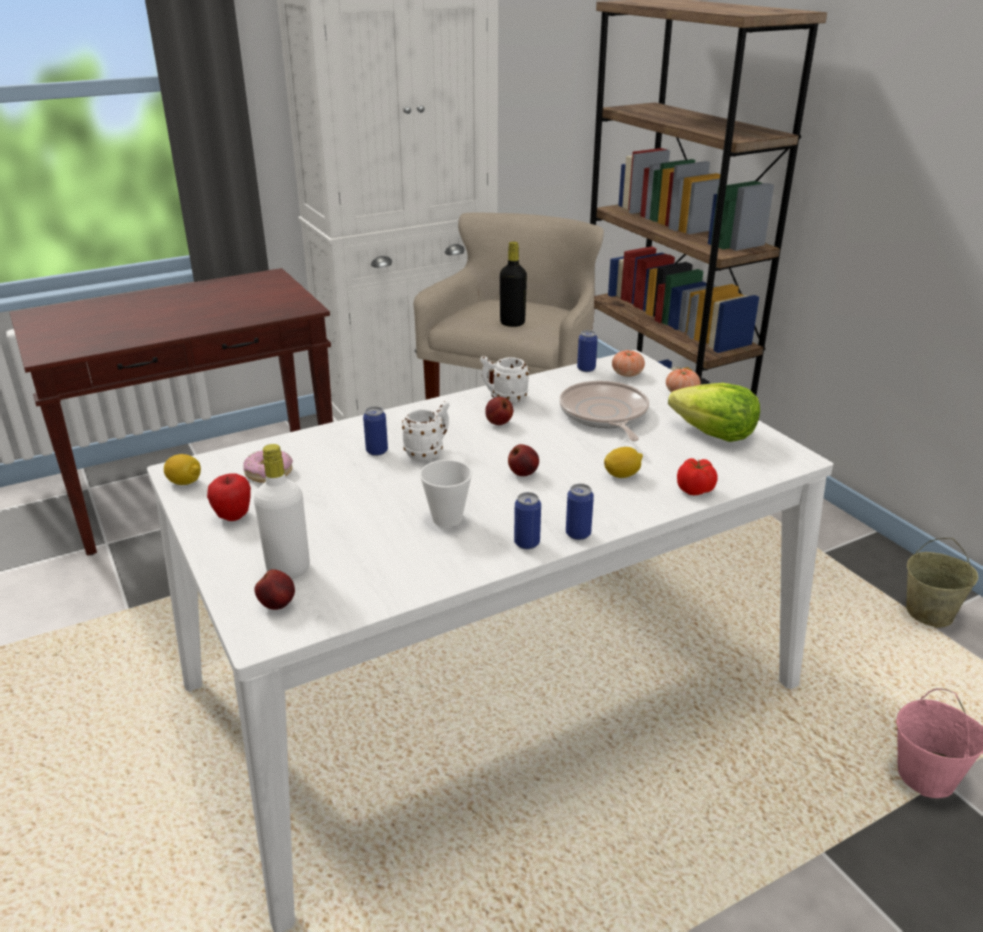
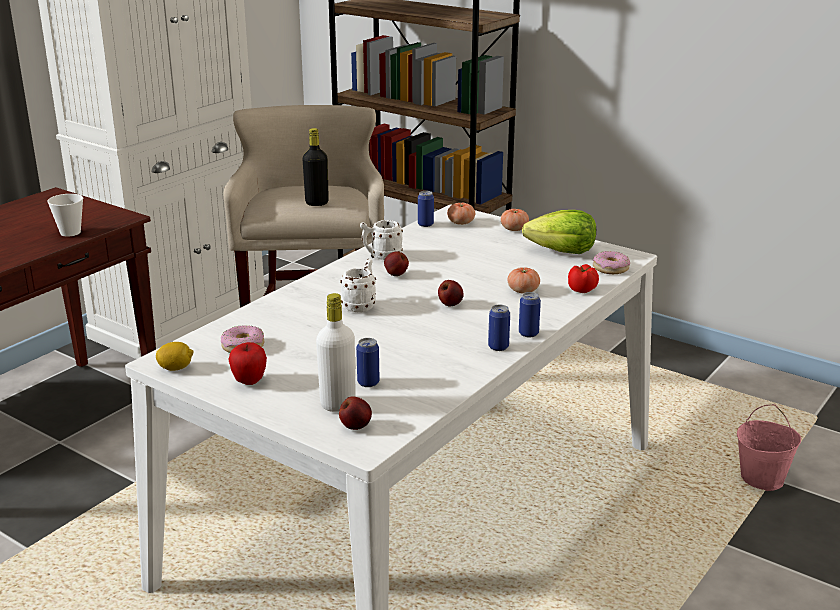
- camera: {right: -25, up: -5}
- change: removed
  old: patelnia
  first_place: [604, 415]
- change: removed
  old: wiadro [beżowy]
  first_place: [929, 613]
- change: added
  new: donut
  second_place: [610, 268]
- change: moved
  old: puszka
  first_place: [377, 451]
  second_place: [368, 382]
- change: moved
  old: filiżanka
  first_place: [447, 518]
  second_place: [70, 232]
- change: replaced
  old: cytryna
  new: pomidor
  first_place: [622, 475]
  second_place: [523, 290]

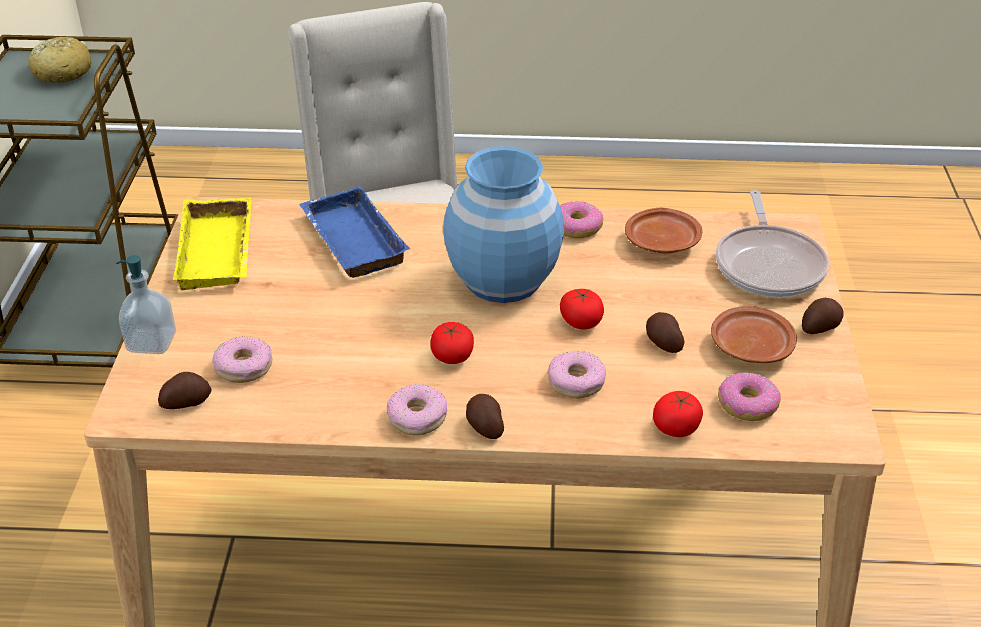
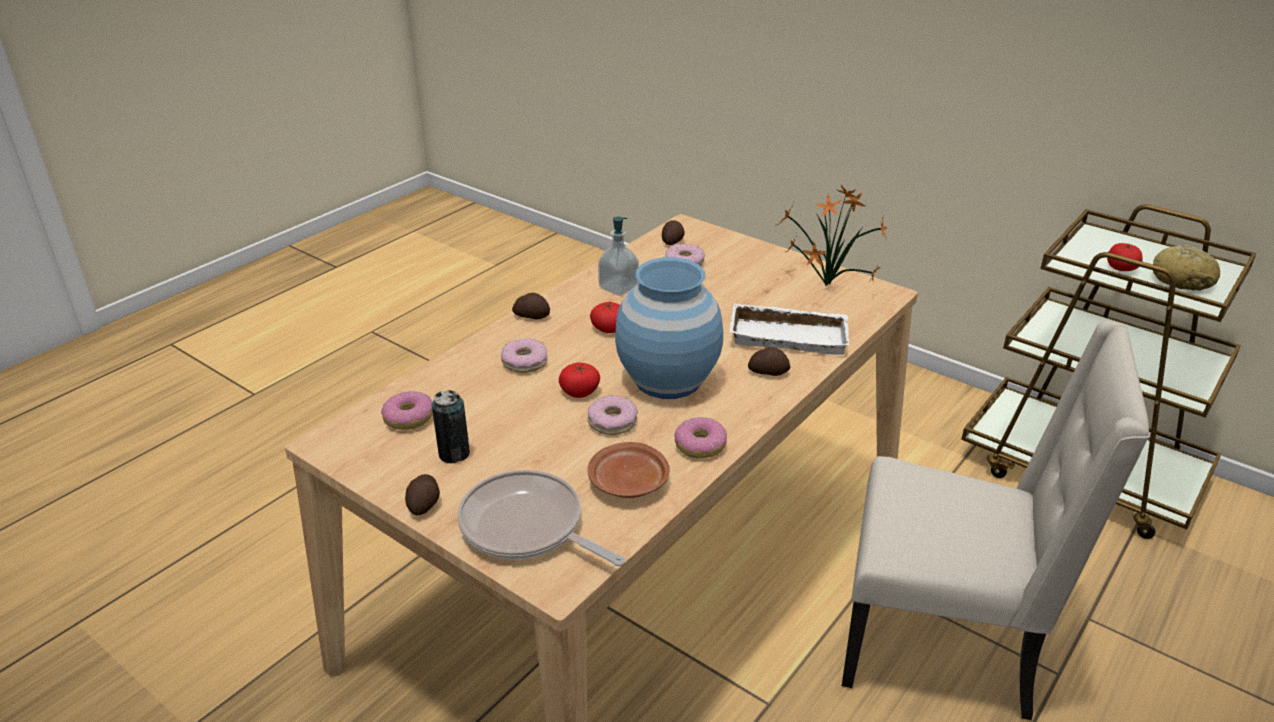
- camera: {right: 125, up: -5}
- change: moved
  old: dozownik mydła
  first_place: [151, 342]
  second_place: [618, 288]
- change: moved
  old: donut
  first_place: [417, 417]
  second_place: [612, 422]
- change: moved
  old: ziemniak
  first_place: [662, 343]
  second_place: [768, 371]
- change: moved
  old: pomidor
  first_place: [676, 427]
  second_place: [1121, 267]
- change: replaced
  old: taca [żółty]
  new: roślina doniczkowa
  first_place: [220, 252]
  second_place: [823, 285]
- change: replaced
  old: talerz [brązowy]
  new: puszka
  first_place: [750, 346]
  second_place: [454, 454]
- change: recoloured
  old: taca [niebieski]
  new: taca [biały]
  first_place: [350, 240]
  second_place: [790, 335]

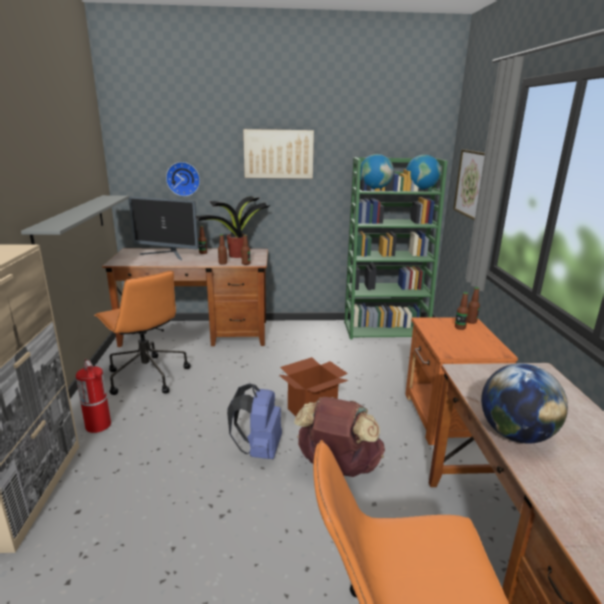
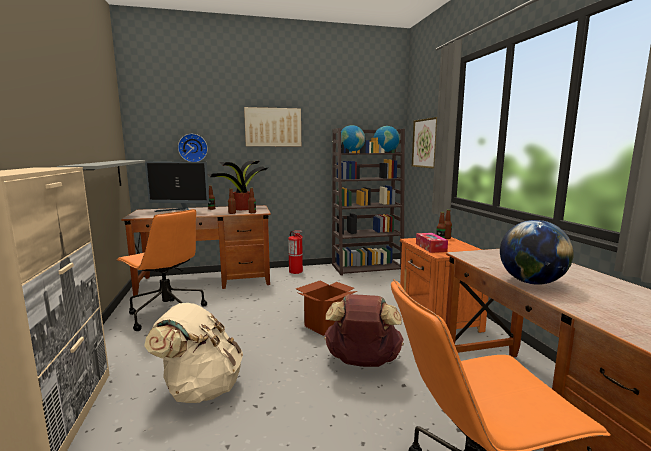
- camera: {right: -10, up: -10}
- change: removed
  old: plecak [niebieski]
  first_place: [259, 450]
- change: added
  new: plecak [beżowy]
  second_place: [200, 389]
- change: added
  new: pudełko chusteczek
  second_place: [430, 247]
- change: moved
  old: gaśnica
  first_place: [98, 425]
  second_place: [296, 271]
- change: recoloured
  old: regał [zielony]
  new: regał [brązowy]
  first_place: [386, 329]
  second_place: [367, 267]

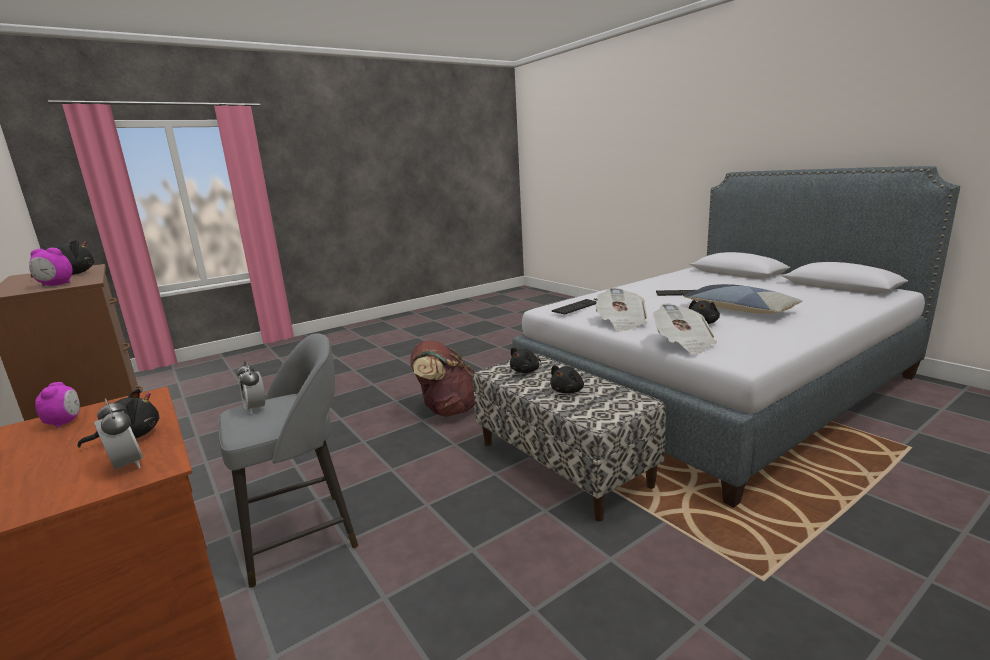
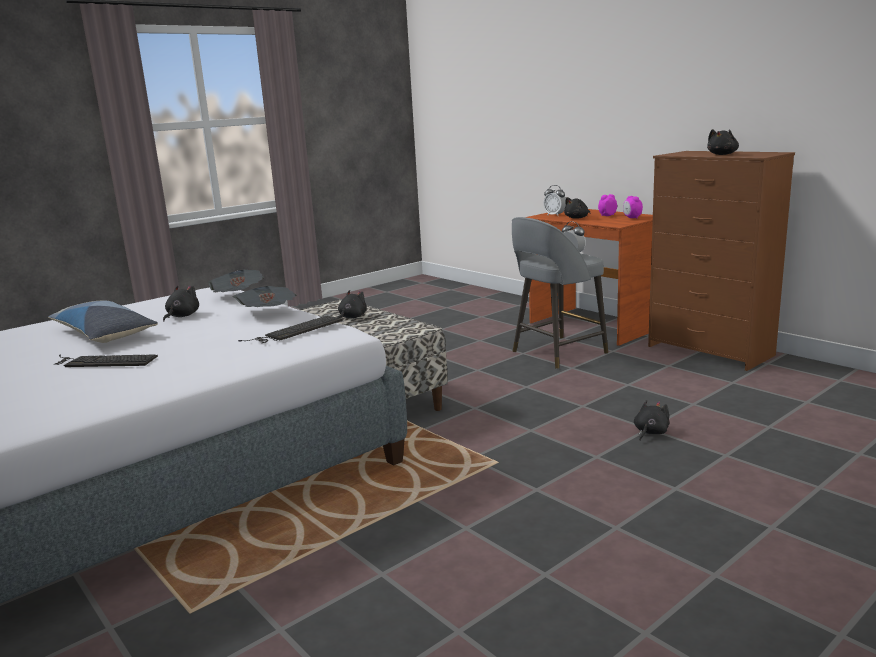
- camera: {right: 175, up: 0}
- change: removed
  old: plecak [brązowy]
  first_place: [448, 410]
- change: moved
  old: budzik
  first_place: [56, 285]
  second_place: [607, 215]
- change: moved
  old: pluszak [czarny]
  first_place: [526, 371]
  second_place: [650, 432]

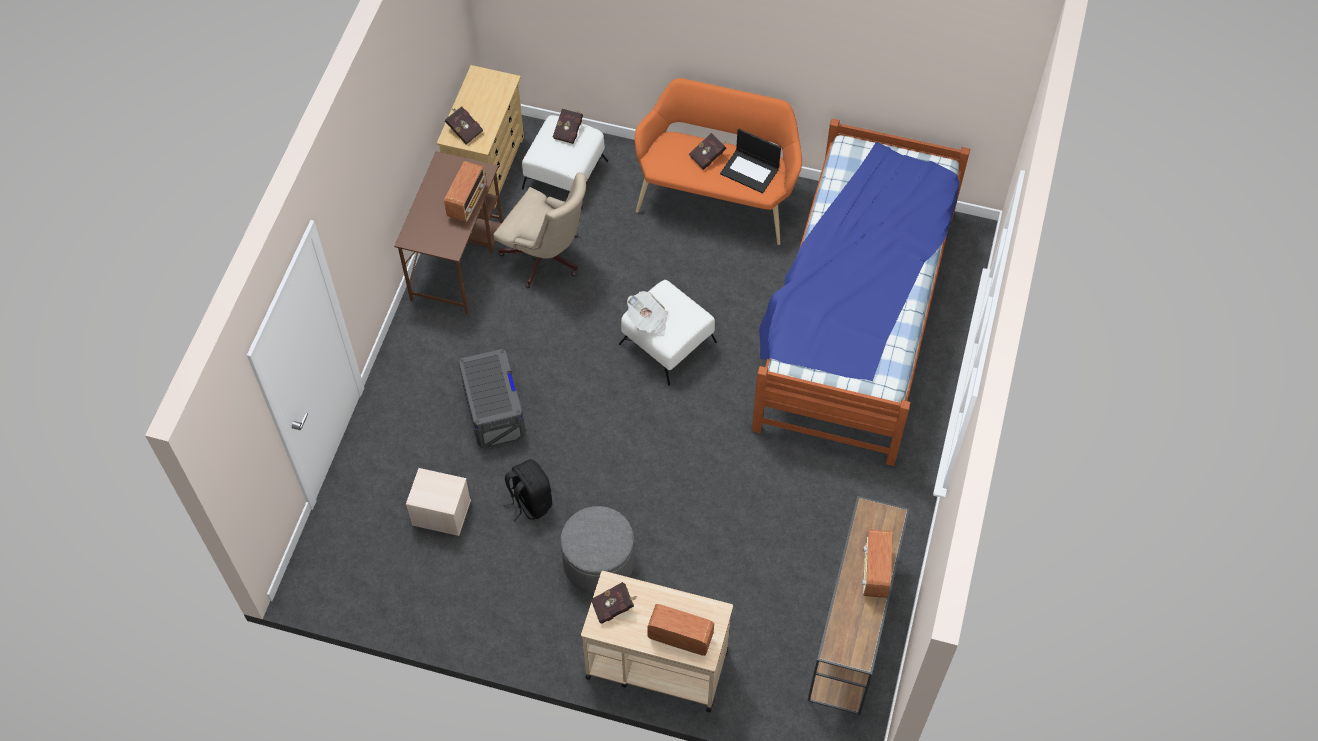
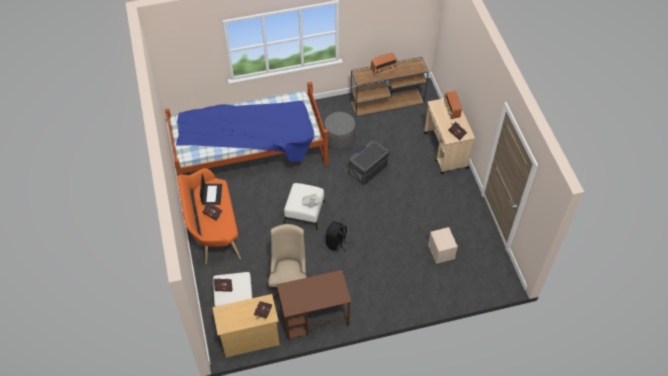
- camera: {right: -120, up: -5}
- change: removed
  old: radio
  first_place: [467, 201]
- change: moved
  old: pojemnik do przechowywania [szary]
  first_place: [494, 409]
  second_place: [368, 168]
- change: moved
  old: plecak [czarny]
  first_place: [529, 501]
  second_place: [336, 243]
- change: moved
  old: pufa [szary]
  first_place: [598, 562]
  second_place: [339, 139]

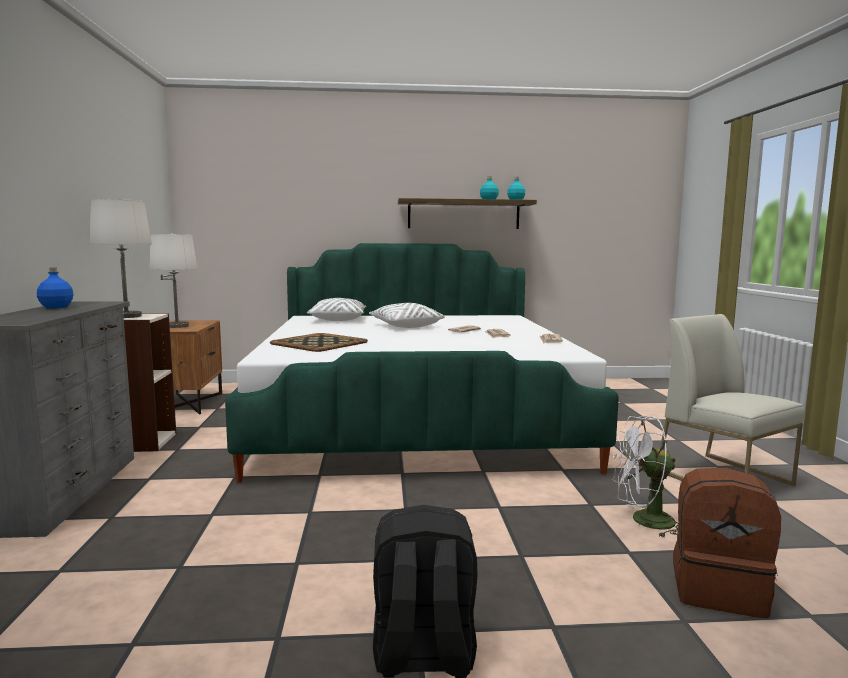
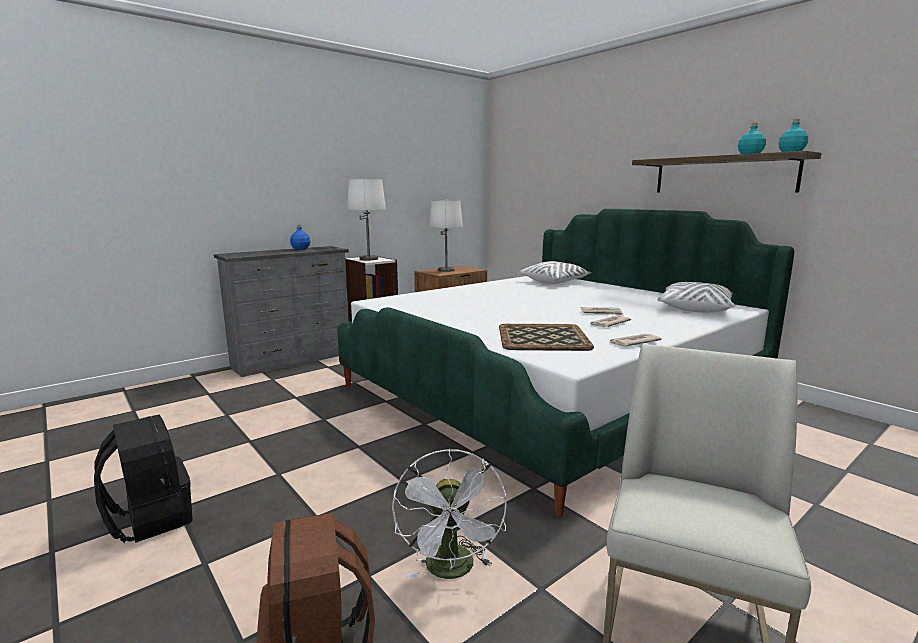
- camera: {right: 55, up: 5}
- change: moved
  old: taca
  first_place: [319, 343]
  second_place: [542, 338]
- change: moved
  old: poduszka [biały]
  first_place: [405, 326]
  second_place: [695, 309]
- change: turned
  old: wentylator [biały]
  first_place: [644, 521]
  second_place: [452, 571]
  degrees: -150

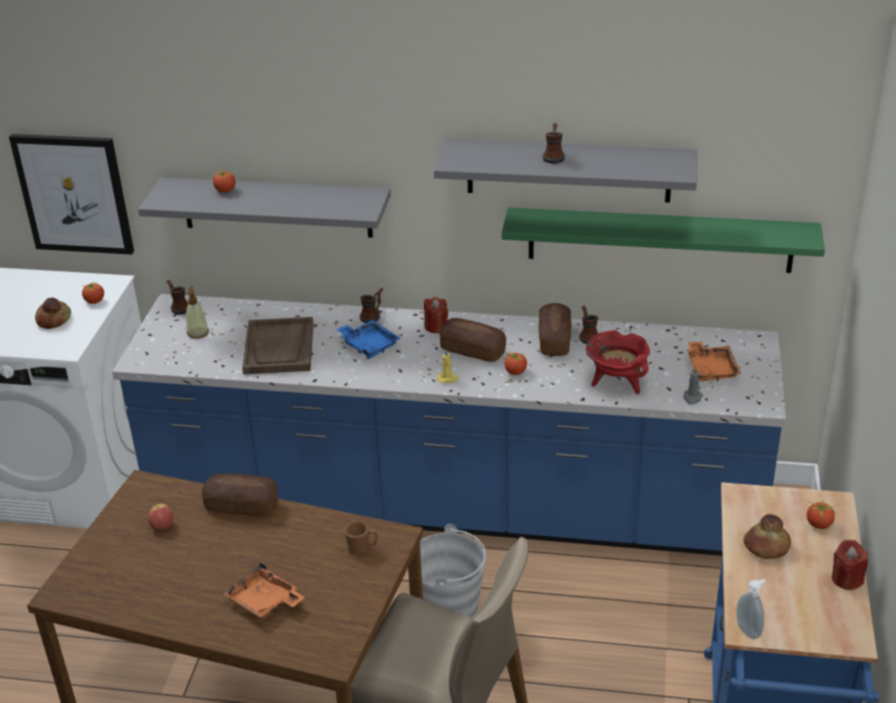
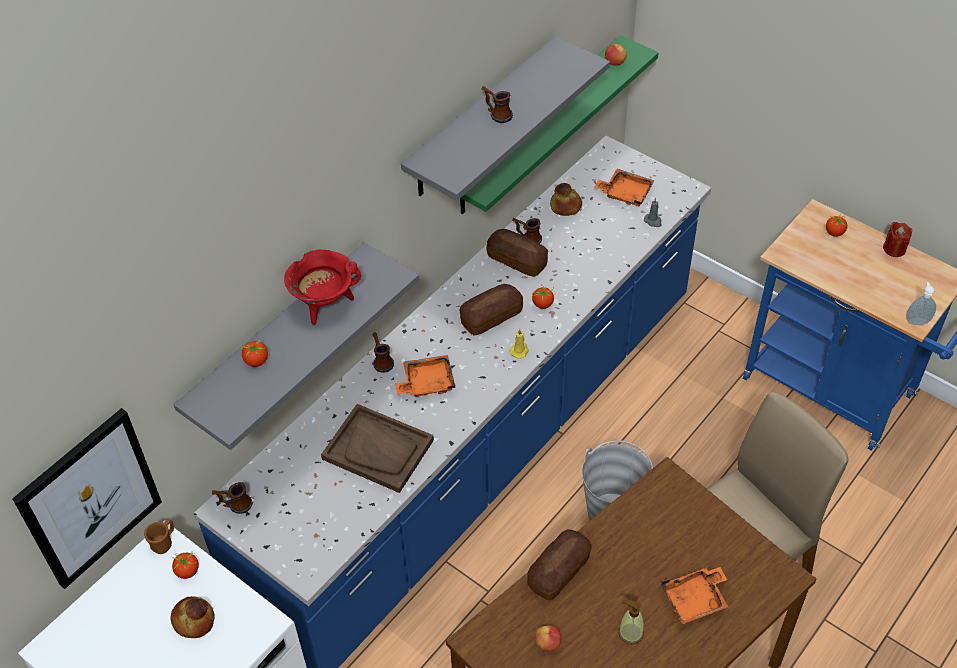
- camera: {right: -60, up: 15}
- change: removed
  old: świeca [czerwony]
  first_place: [436, 327]
- change: added
  new: jabłko
  second_place: [614, 63]
- change: moved
  old: dozownik mydła
  first_place: [198, 333]
  second_place: [630, 633]
- change: moved
  old: kubek [brązowy]
  first_place: [362, 548]
  second_place: [164, 542]
- change: moved
  old: garnek [czerwony]
  first_place: [616, 383]
  second_place: [325, 305]
- change: moved
  old: chleb
  first_place: [766, 547]
  second_place: [565, 206]
- change: recoloured
  old: taca [niebieski]
  new: taca [pomarańczowy]
  first_place: [369, 345]
  second_place: [426, 382]

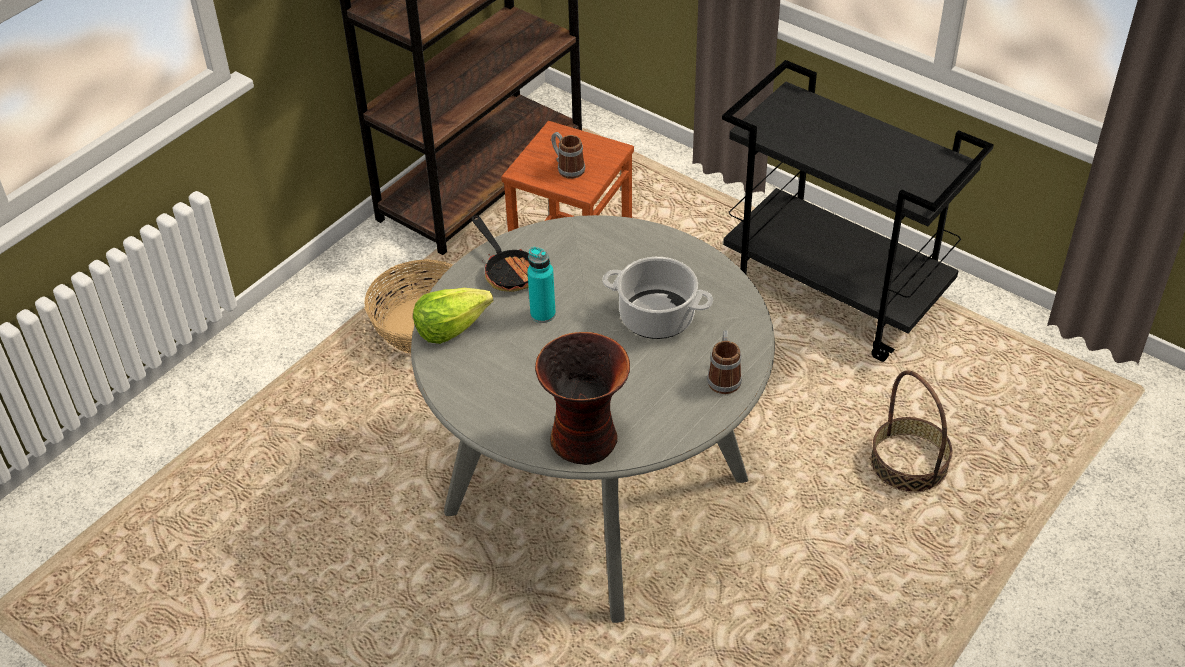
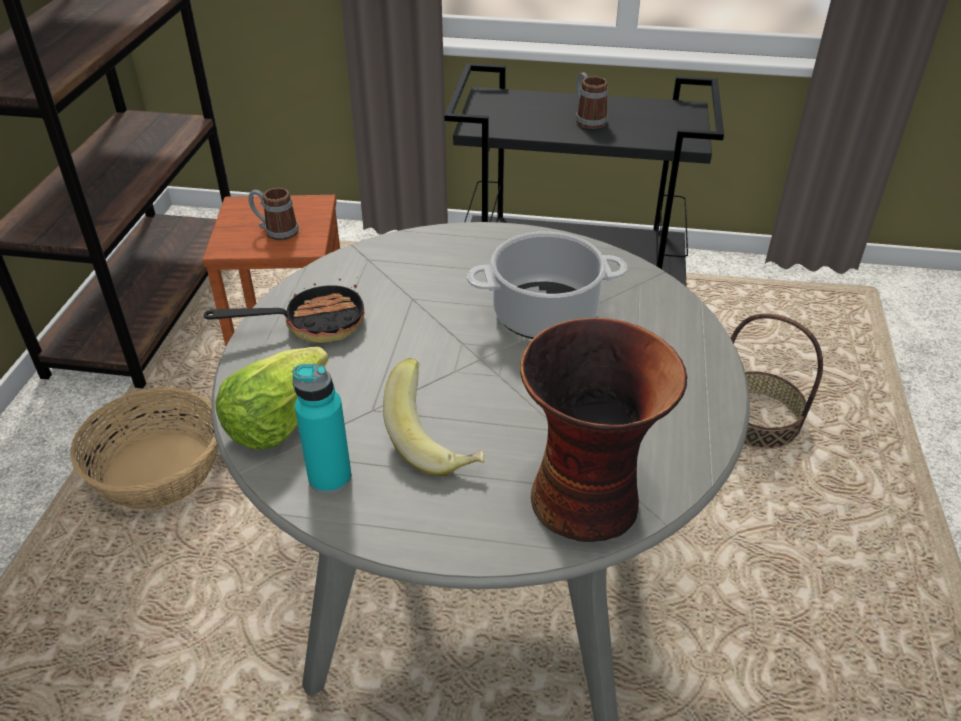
- camera: {right: -30, up: -5}
- change: added
  new: banan
  second_place: [436, 442]
- change: moved
  old: butelka [turkusowy]
  first_place: [543, 314]
  second_place: [330, 478]
- change: moved
  old: kubek
  first_place: [724, 376]
  second_place: [587, 119]
- change: turned
  old: patelnia
  first_place: [508, 270]
  second_place: [312, 324]
  degrees: -45

